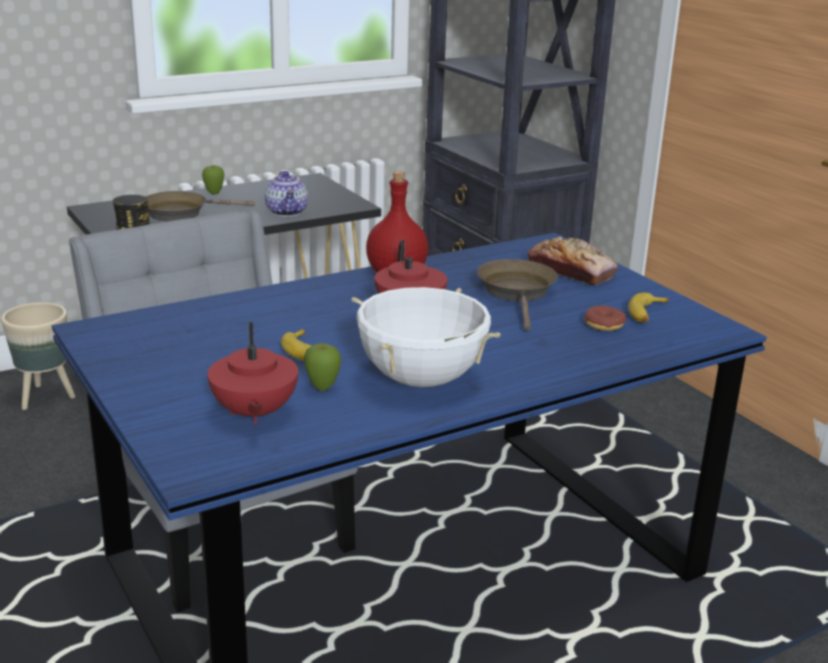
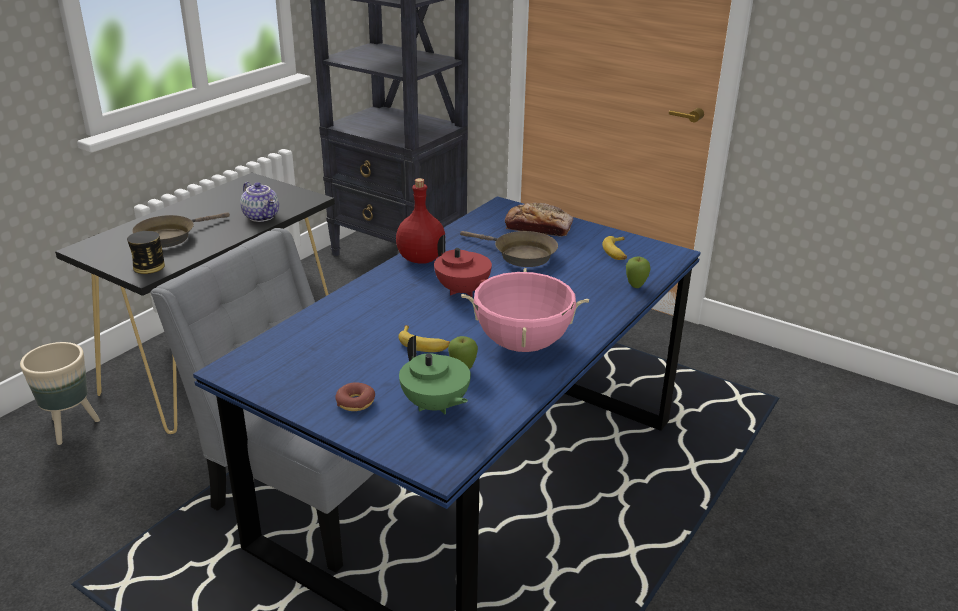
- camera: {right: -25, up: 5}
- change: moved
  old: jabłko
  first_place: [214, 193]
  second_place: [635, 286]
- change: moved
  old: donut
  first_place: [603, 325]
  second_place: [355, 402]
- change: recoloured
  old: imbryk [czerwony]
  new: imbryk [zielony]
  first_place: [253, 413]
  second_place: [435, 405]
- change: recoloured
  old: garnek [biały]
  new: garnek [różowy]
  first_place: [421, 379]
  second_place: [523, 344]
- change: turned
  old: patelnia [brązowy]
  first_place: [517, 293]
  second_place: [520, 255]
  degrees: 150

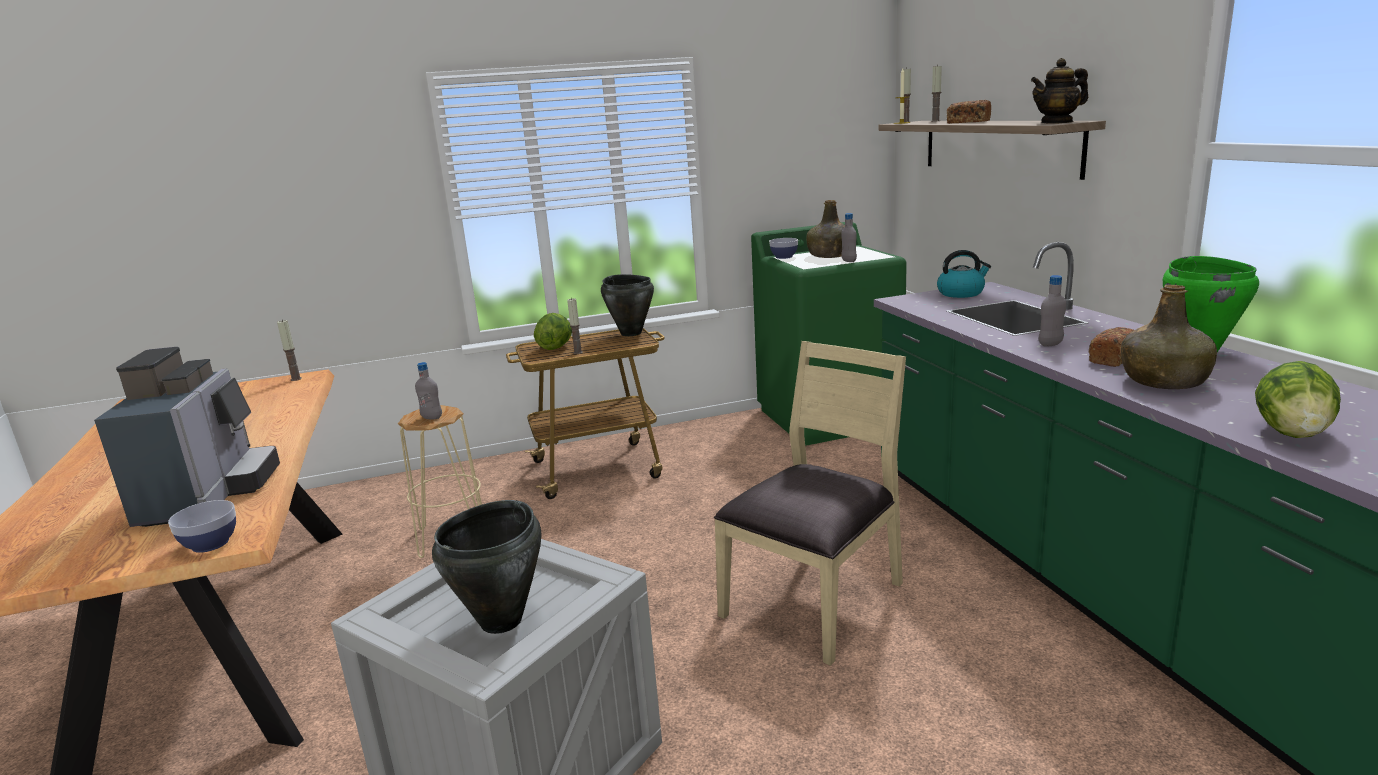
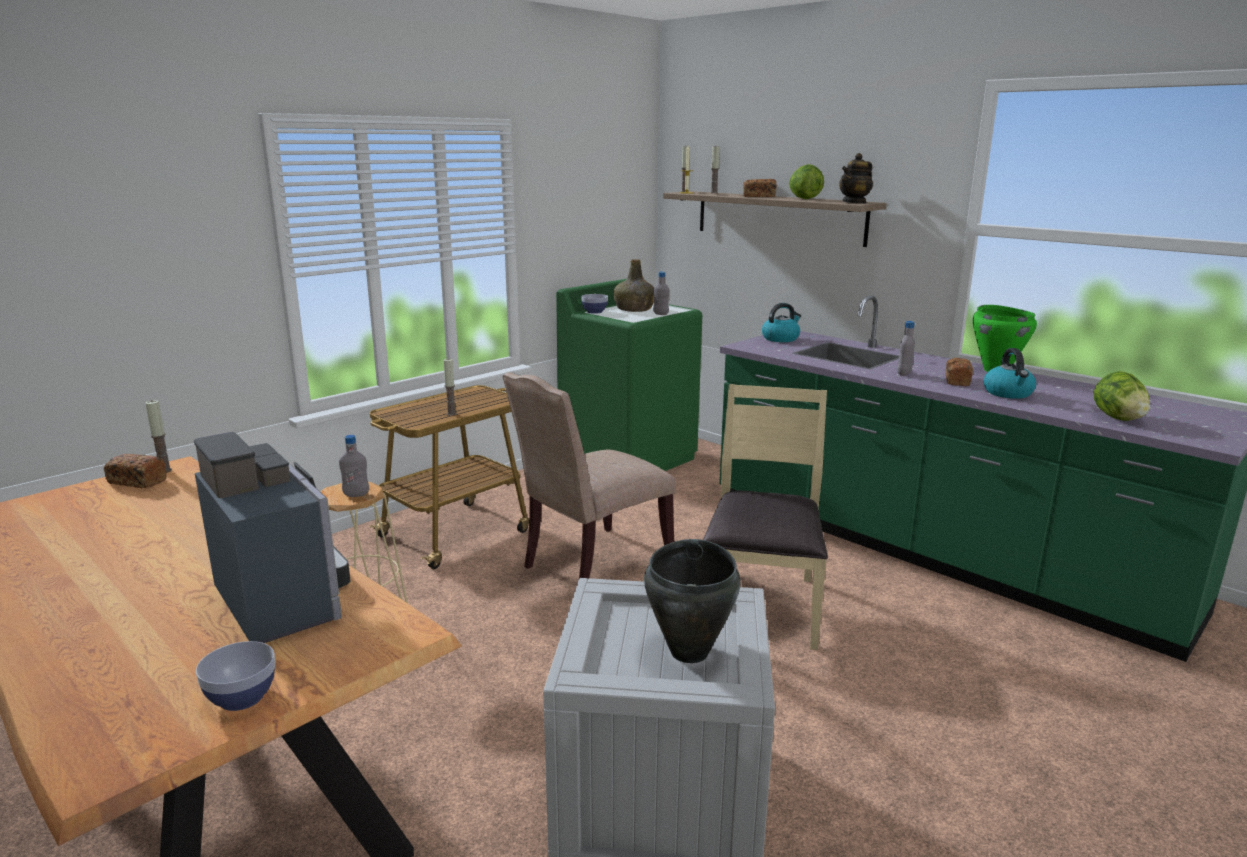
- camera: {right: -30, up: 0}
- change: removed
  old: garnek [czarny]
  first_place: [631, 333]
- change: added
  new: chleb
  second_place: [137, 481]
- change: added
  new: krzesło [beżowy]
  second_place: [592, 566]
- change: moved
  old: miska
  first_place: [210, 544]
  second_place: [241, 697]
- change: moved
  old: sałata
  first_place: [556, 347]
  second_place: [804, 199]
- change: replaced
  old: butelka [zielony]
  new: czajnik
  first_place: [1164, 381]
  second_place: [1008, 393]

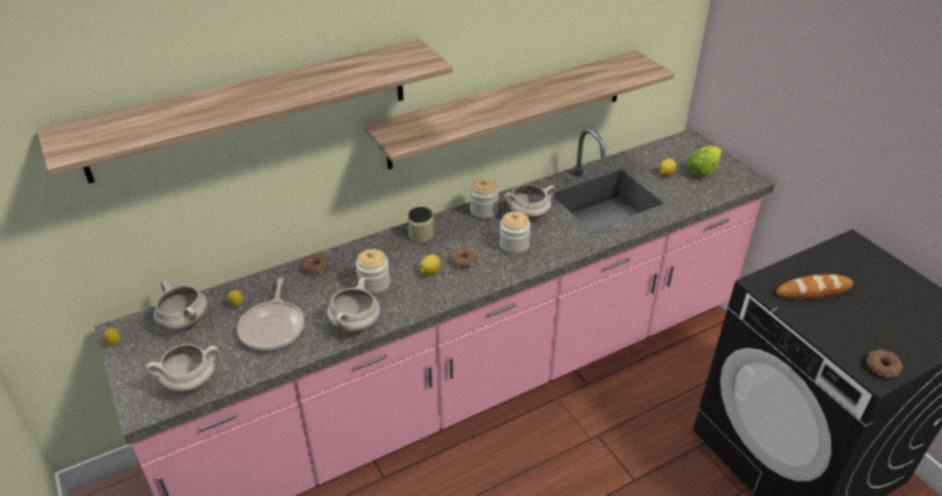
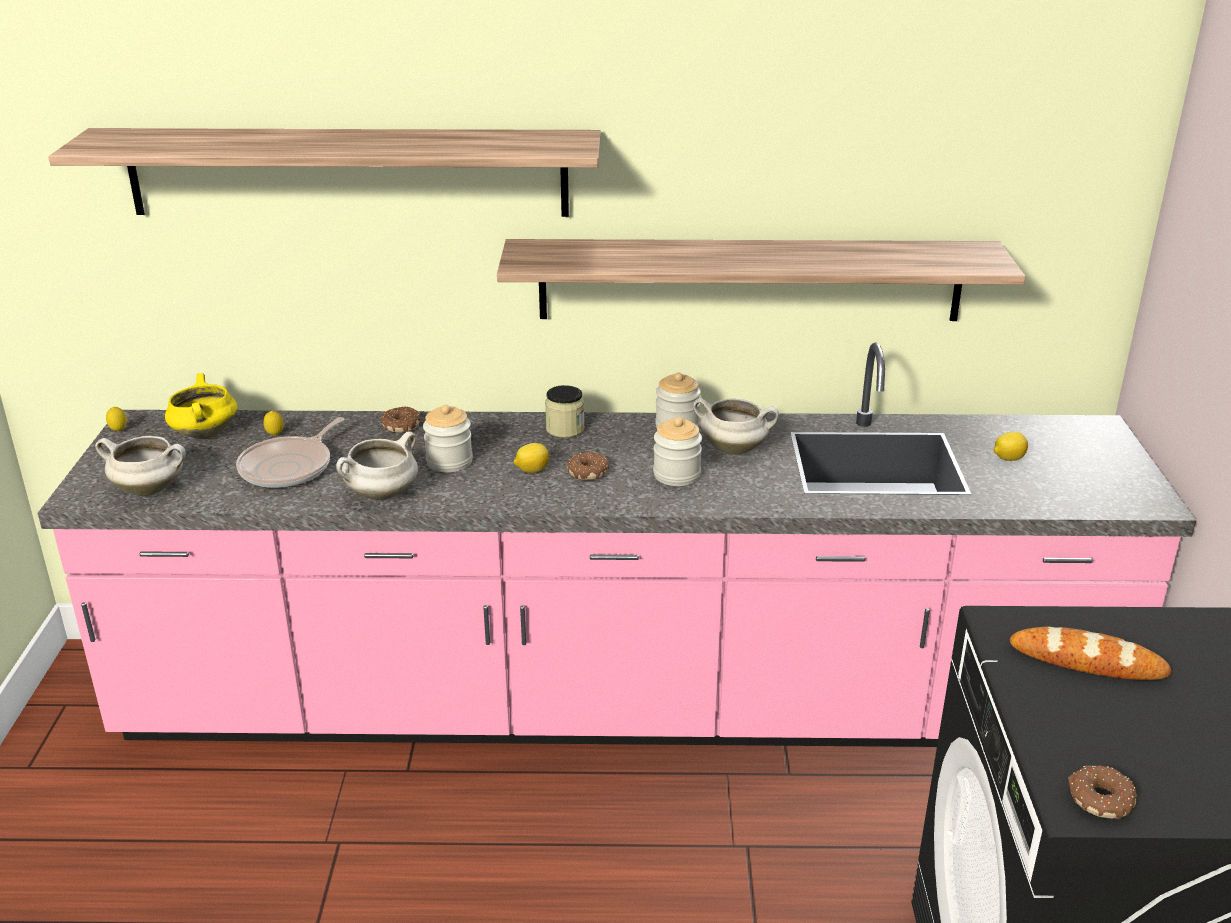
- camera: {right: 30, up: -10}
- change: removed
  old: sałata
  first_place: [704, 170]
- change: recoloured
  old: garnek [biały]
  new: garnek [żółty]
  first_place: [184, 323]
  second_place: [204, 434]

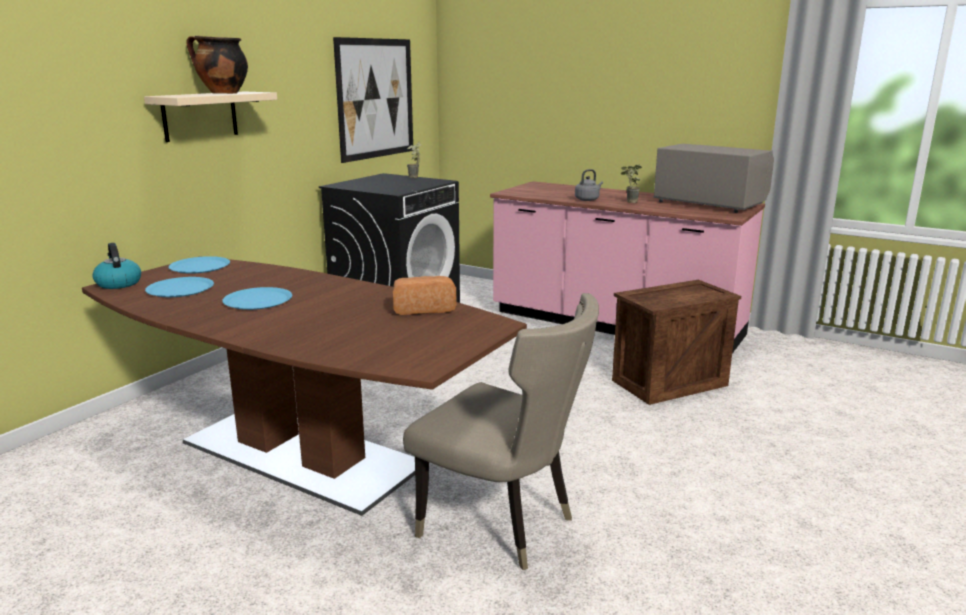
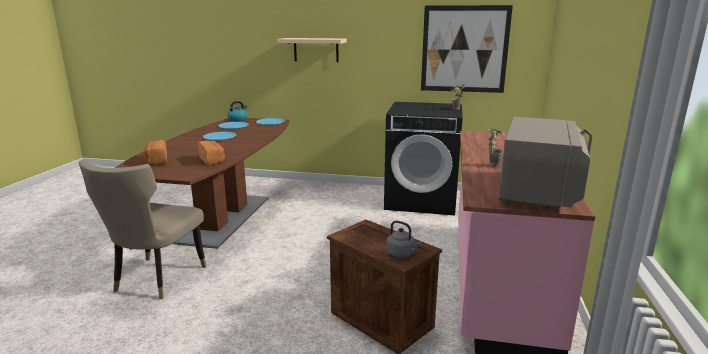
- camera: {right: 70, up: 0}
- change: removed
  old: garnek
  first_place: [222, 93]
- change: added
  new: chleb
  second_place: [156, 161]
- change: moved
  old: czajnik [szary]
  first_place: [588, 199]
  second_place: [402, 254]

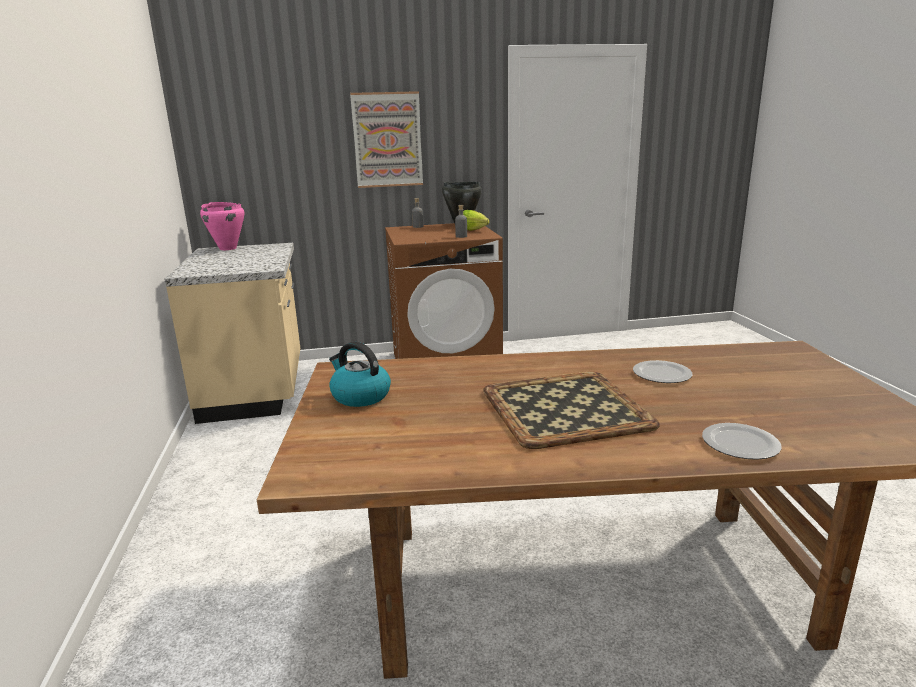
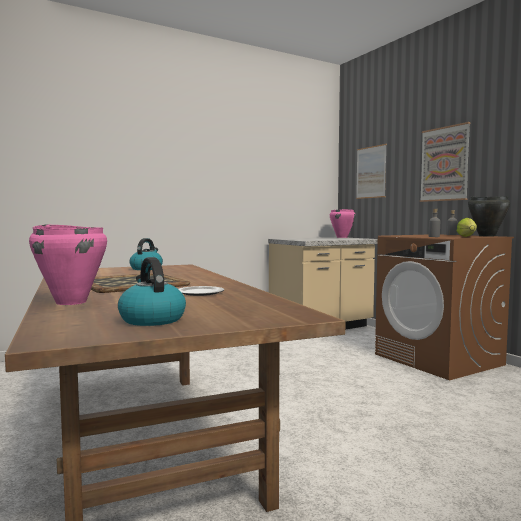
- camera: {right: 70, up: -15}
- change: added
  new: czajnik
  second_place: [151, 319]
- change: added
  new: obraz
  second_place: [371, 172]
- change: replaced
  old: talerz
  new: garnek [różowy]
  first_place: [738, 444]
  second_place: [71, 302]

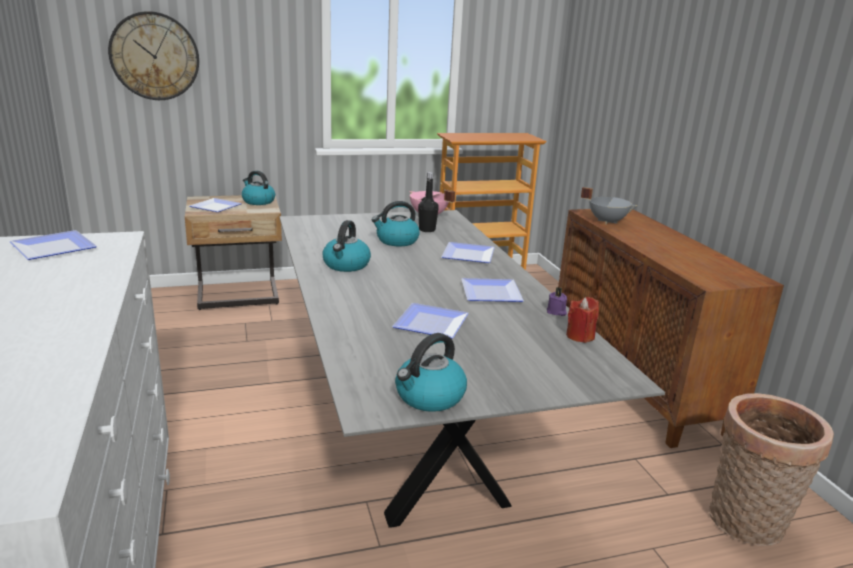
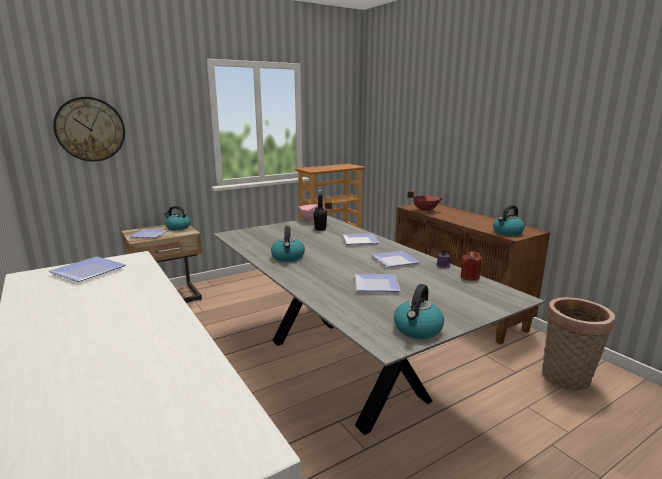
- camera: {right: -15, up: -5}
- change: moved
  old: czajnik
  first_place: [396, 241]
  second_place: [507, 232]
- change: recoloured
  old: garnek [szary]
  new: garnek [czerwony]
  first_place: [607, 221]
  second_place: [425, 210]

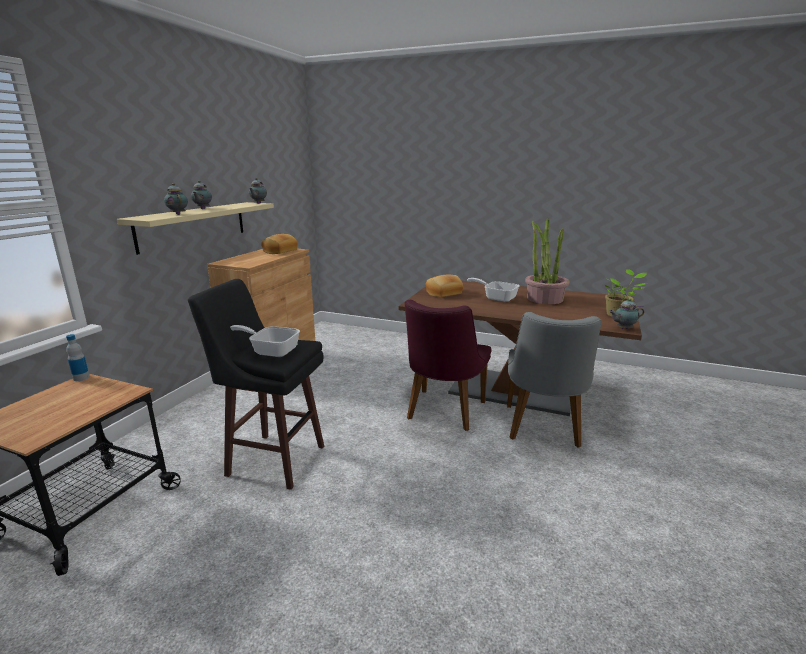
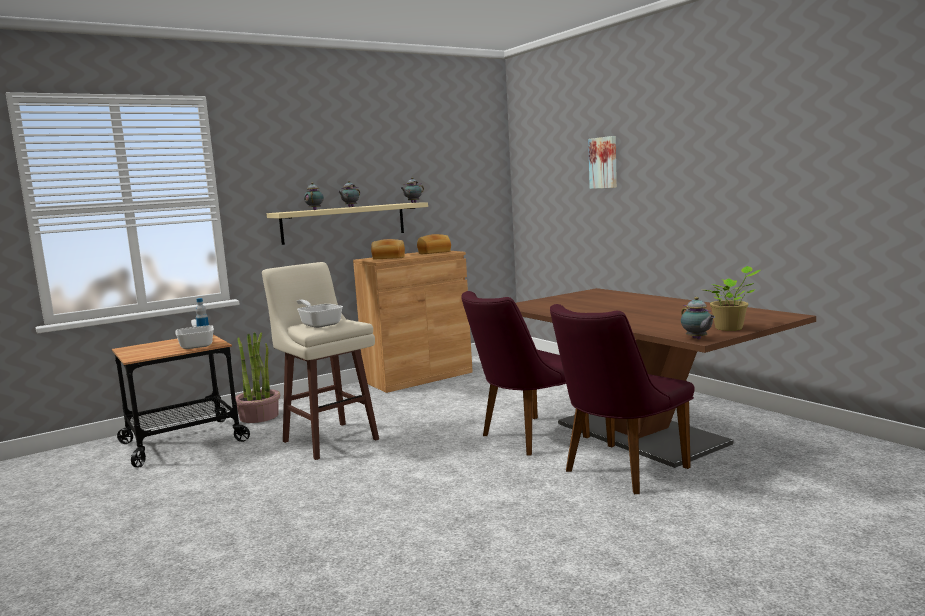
- camera: {right: 35, up: -10}
- change: added
  new: obraz
  second_place: [604, 162]
- change: moved
  old: chleb
  first_place: [444, 293]
  second_place: [388, 258]
- change: moved
  old: patelnia
  first_place: [496, 298]
  second_place: [197, 345]
- change: moved
  old: roślina doniczkowa
  first_place: [544, 299]
  second_place: [259, 416]
- change: recoloured
  old: stołek [czarny]
  new: stołek [beżowy]
  first_place: [274, 459]
  second_place: [329, 439]
- change: recoloured
  old: krzesło [szary]
  new: krzesło [fioletowy]
  first_place: [543, 429]
  second_place: [617, 471]
- change: turned
  old: imbryk
  first_place: [623, 329]
  second_place: [697, 339]
  degrees: -135

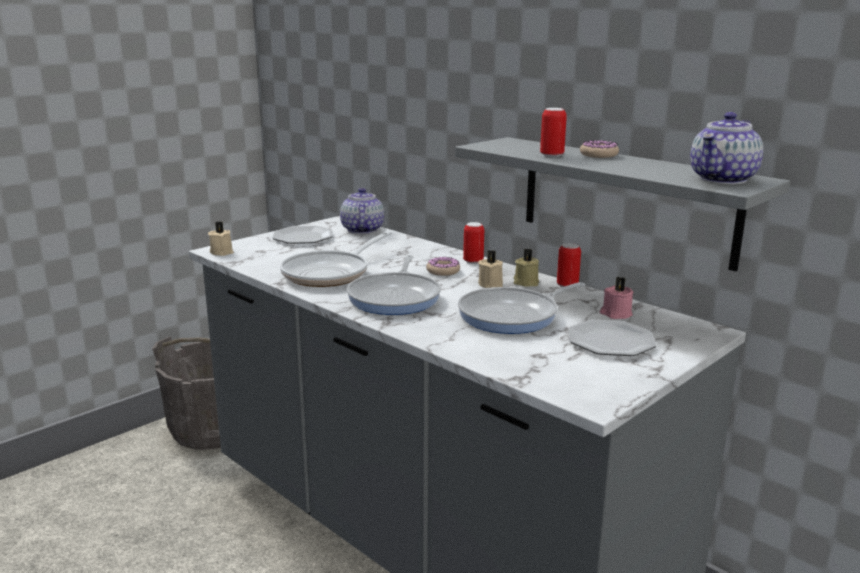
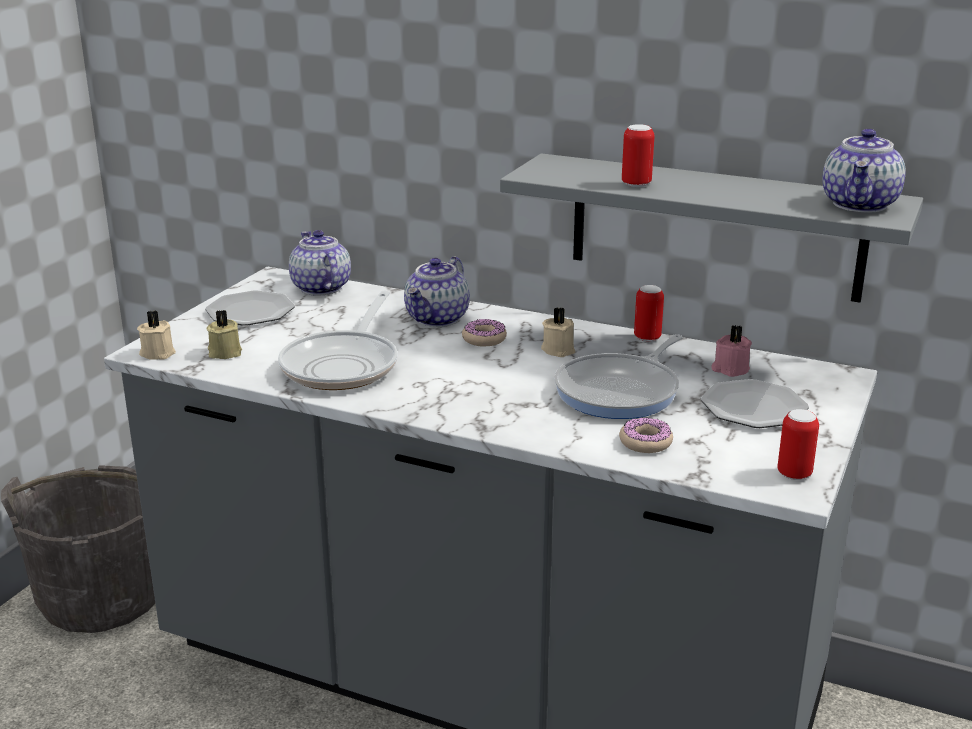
- camera: {right: -20, up: 5}
- change: removed
  old: patelnia
  first_place: [396, 297]
- change: added
  new: imbryk
  second_place: [438, 319]
- change: moved
  old: puszka
  first_place: [473, 261]
  second_place: [794, 474]
- change: moved
  old: świeca [beżowy]
  first_place: [525, 282]
  second_place: [224, 352]
- change: moved
  old: donut
  first_place: [598, 155]
  second_place: [645, 442]

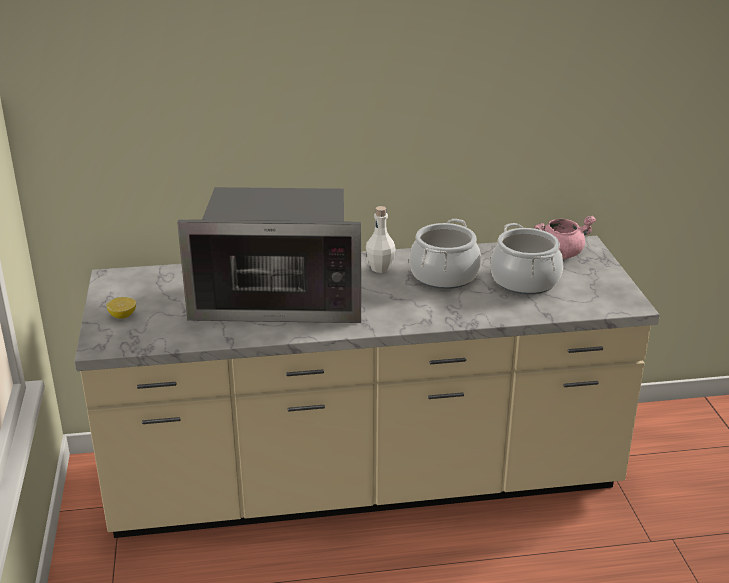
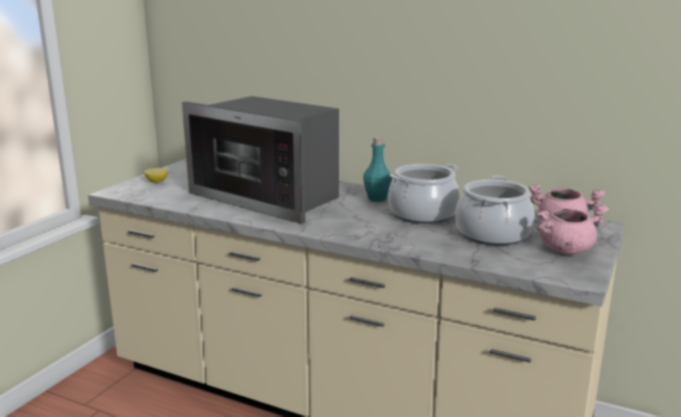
- camera: {right: 35, up: -10}
- change: added
  new: garnek [różowy]
  second_place: [566, 249]
- change: recoloured
  old: butelka [biały]
  new: butelka [turkusowy]
  first_place: [380, 268]
  second_place: [377, 198]

